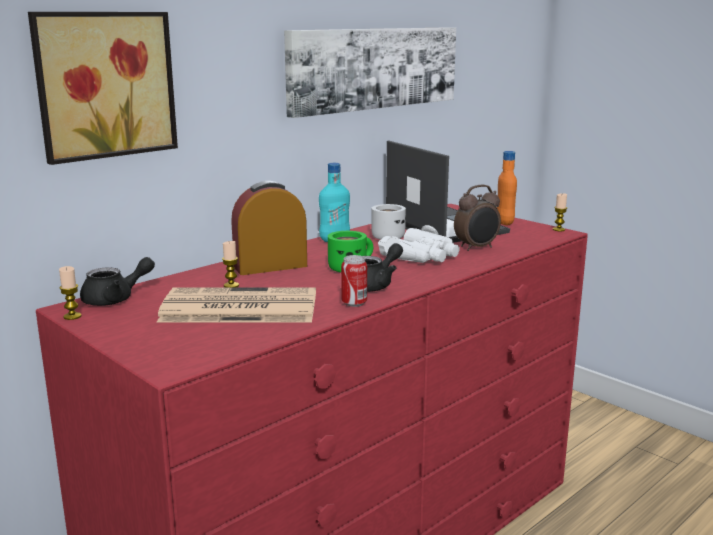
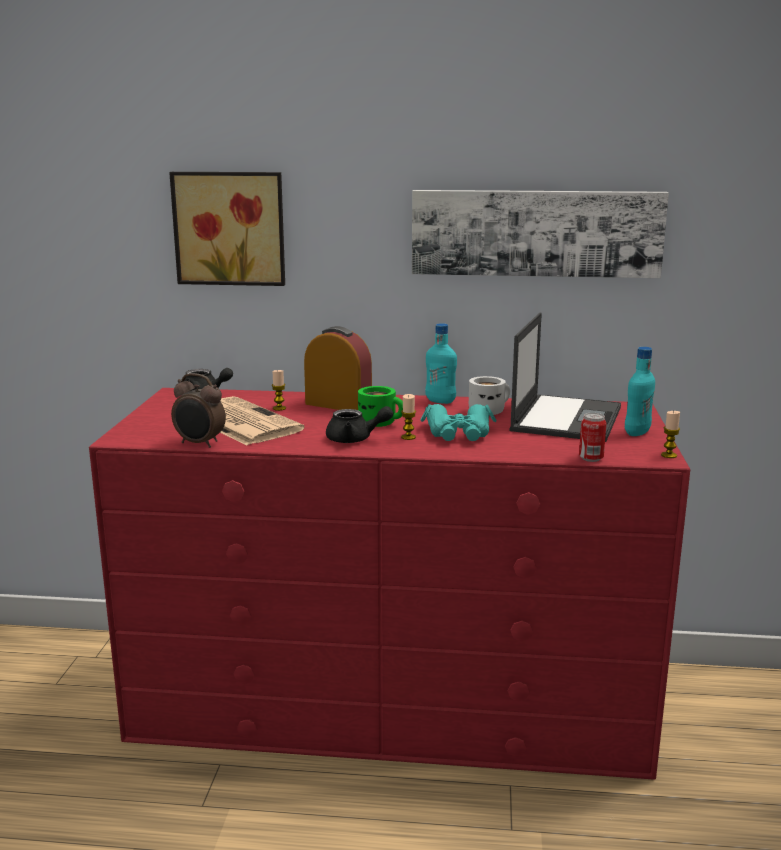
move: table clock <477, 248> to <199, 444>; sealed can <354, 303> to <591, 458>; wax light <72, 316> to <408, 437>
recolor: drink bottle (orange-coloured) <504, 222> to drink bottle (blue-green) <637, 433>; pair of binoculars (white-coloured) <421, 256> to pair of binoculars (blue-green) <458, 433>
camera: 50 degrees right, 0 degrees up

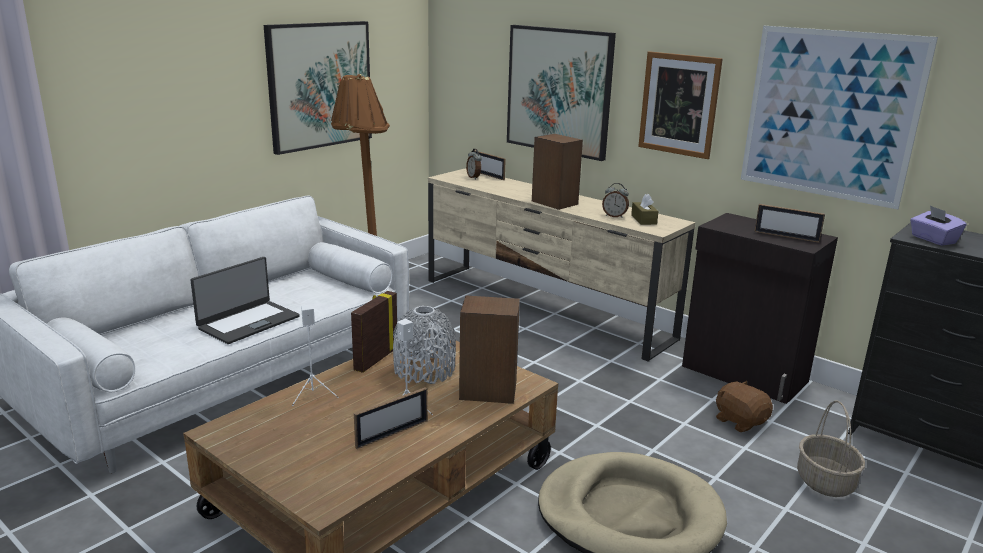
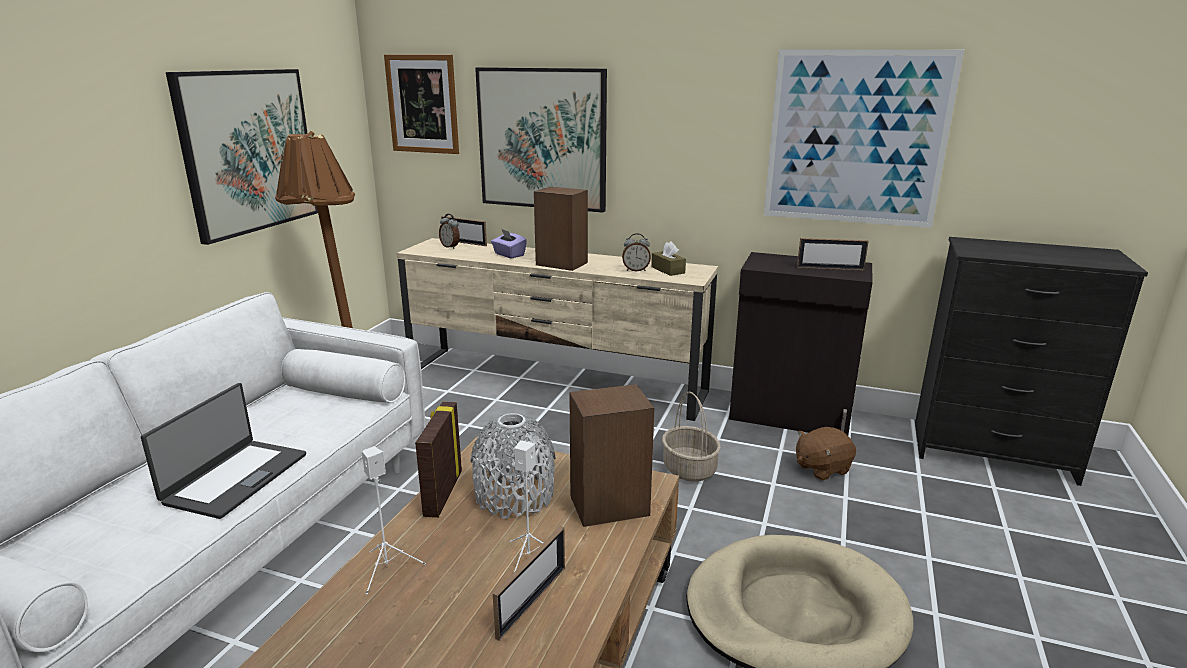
move: wall picture <679, 104> to <422, 104>; tissue holder (purplish) <933, 240> to <509, 255>; household basket <824, 481> to <688, 469>
rotate: soft toy (brownish) <740, 421> = <821, 468> 60 degrees counterclockwise
camera: 20 degrees left, 0 degrees up

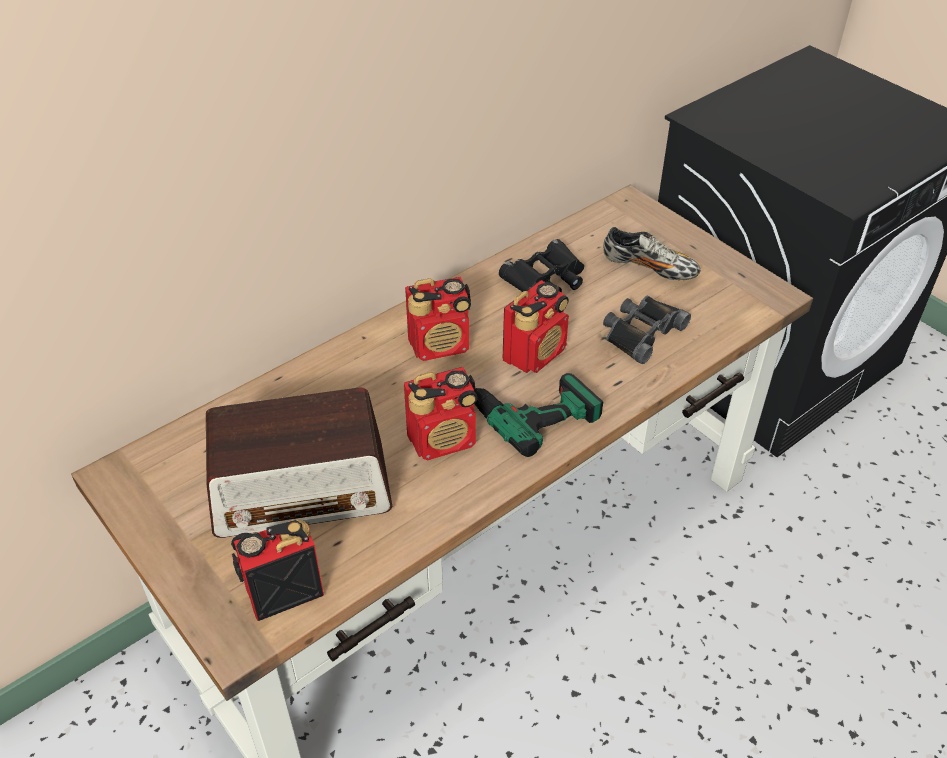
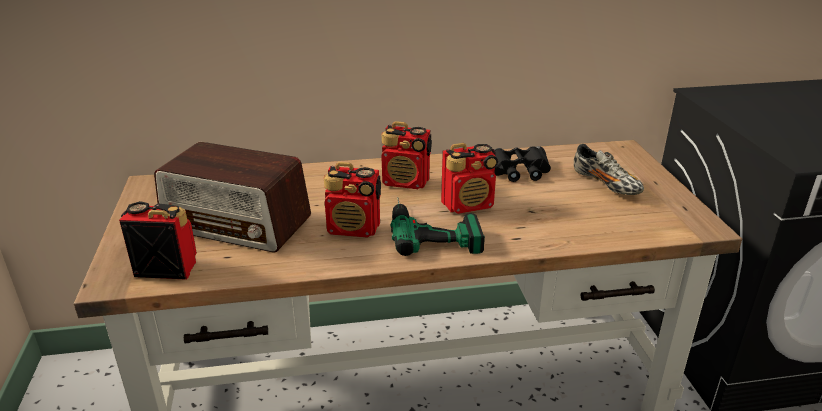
delete: pair of binoculars (blackish) <641, 332>
camera: 30 degrees right, 15 degrees down

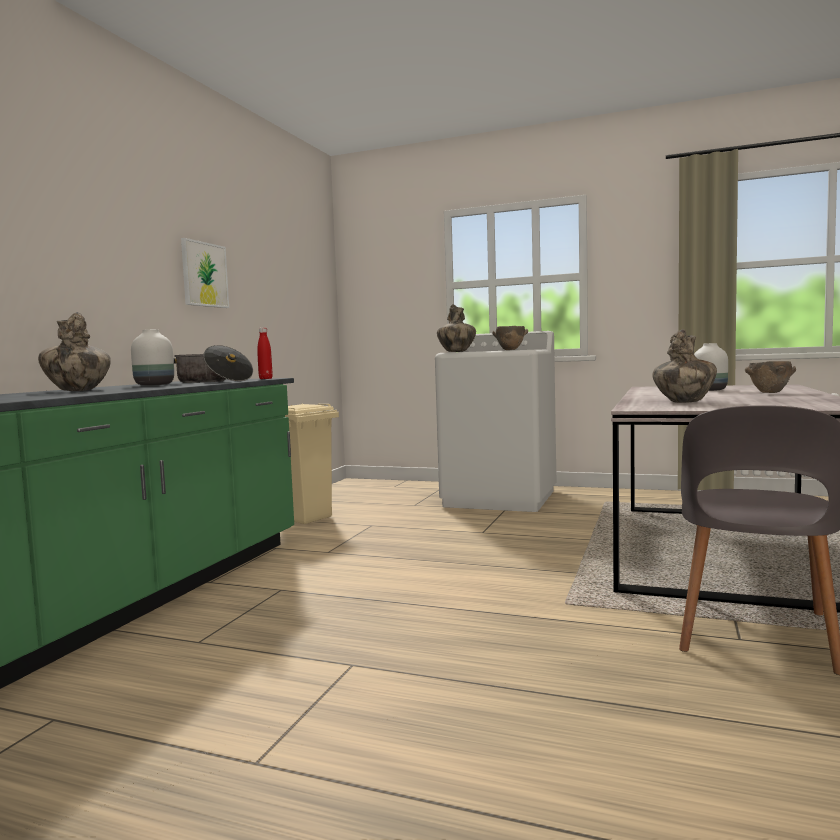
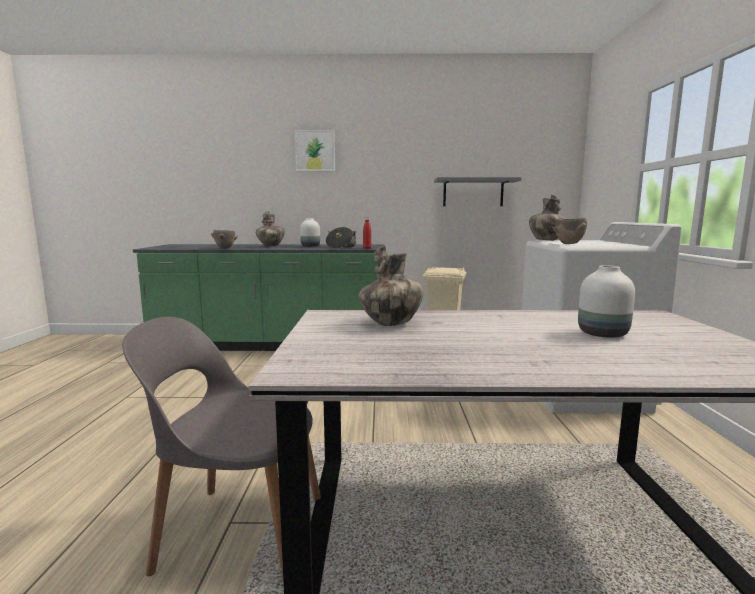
insert: shelf (grey) <473, 192>
move: wall picture <204, 274> to <315, 151>; serving bowl (brownish) <770, 393> to <225, 248>
camera: 70 degrees right, 5 degrees up

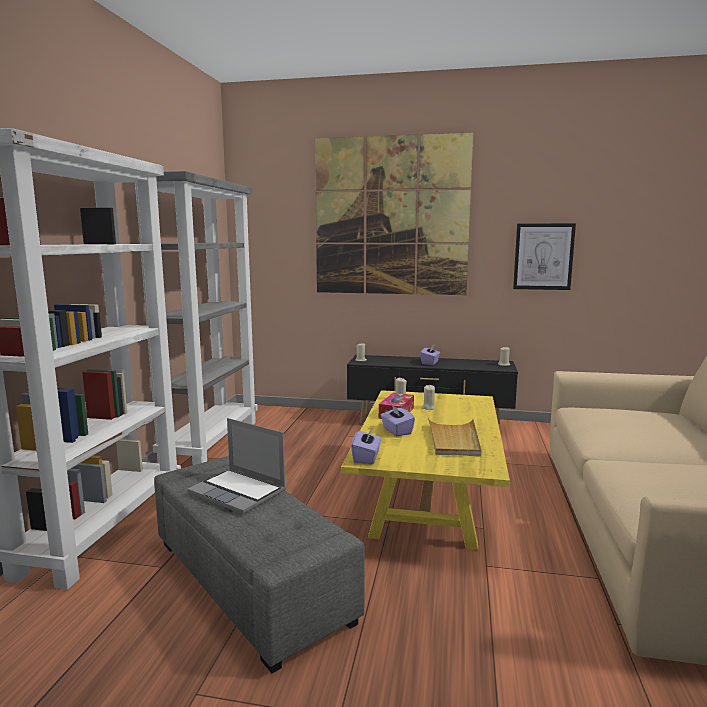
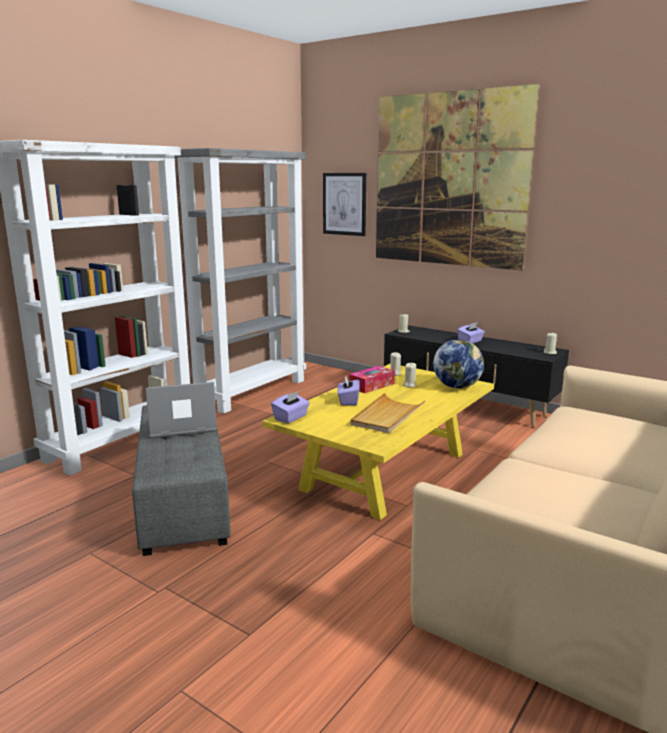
insert: desk globe <457, 387>
move: wall picture <543, 256> to <344, 204>
rotate: portable computer <239, 492> = <181, 427> 105 degrees clockwise
camera: 25 degrees right, 5 degrees up

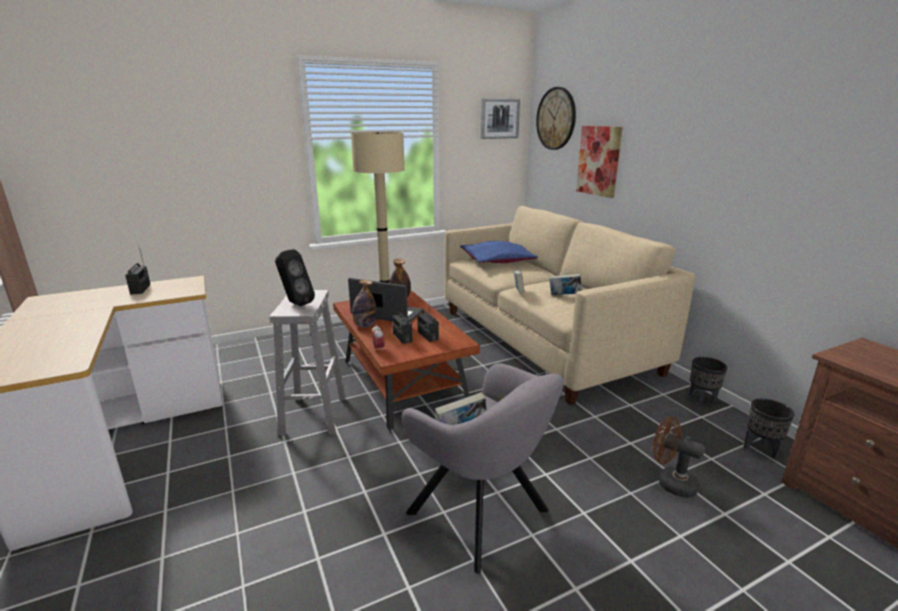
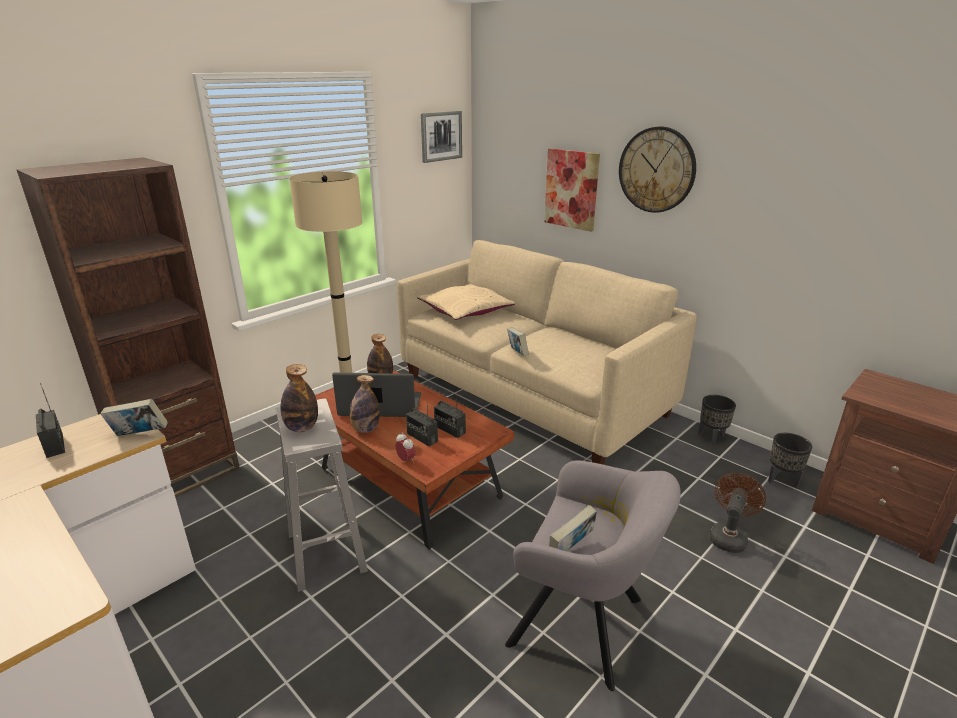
insert: bookshelf (brownish) <181, 475>
move: wall clock <556, 119> to <657, 170>; volume <564, 296> to <139, 435>
replace: audio speaker (blackish) <295, 303> to drink bottle <302, 428>
recolor: pillow (blue) <497, 260> to pillow (sand-coloured) <465, 310>
rotate: electric fan (brownish) <670, 482> = <728, 536> 105 degrees clockwise
camera: 20 degrees left, 5 degrees up

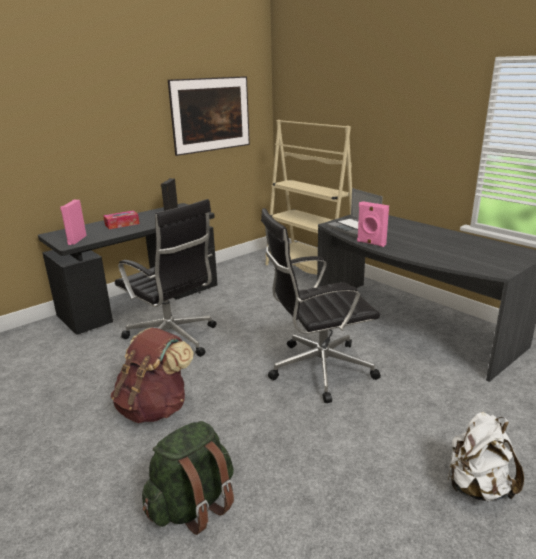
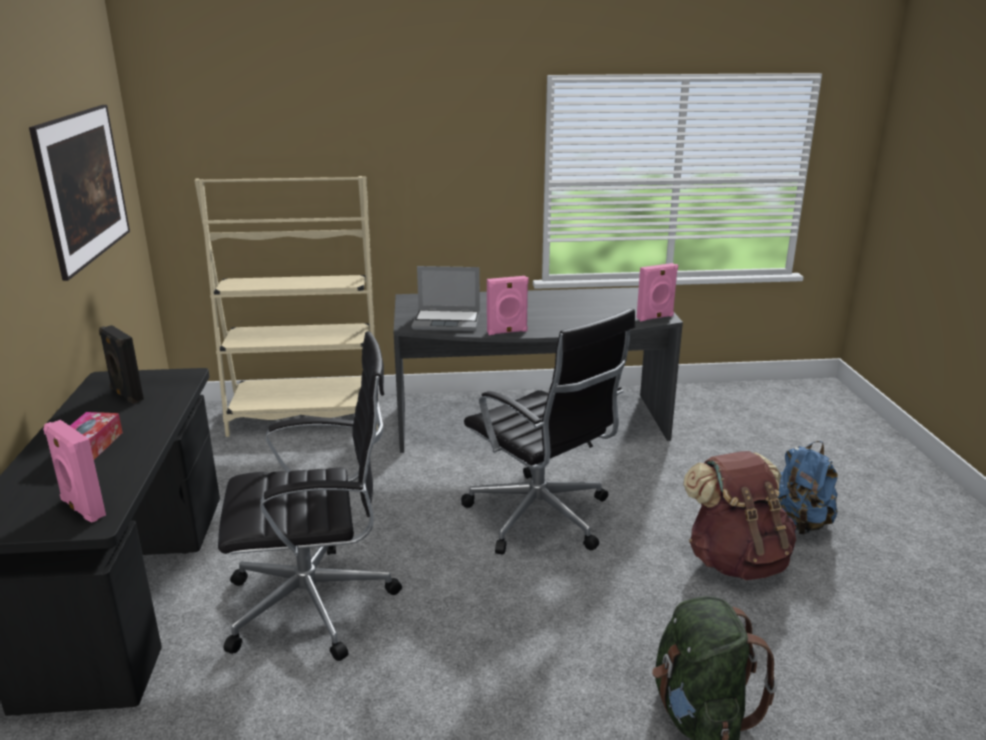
insert: audio speaker (pinkish) <655, 317>
move: backpack (brownish) <155, 407> to <736, 560>
recolor: backpack (white-coloured) <477, 487> to backpack (blue) <798, 523>
rotate: computer chair (blackish) <318, 369> = <541, 518> 60 degrees counterclockwise
camera: 55 degrees left, 0 degrees up

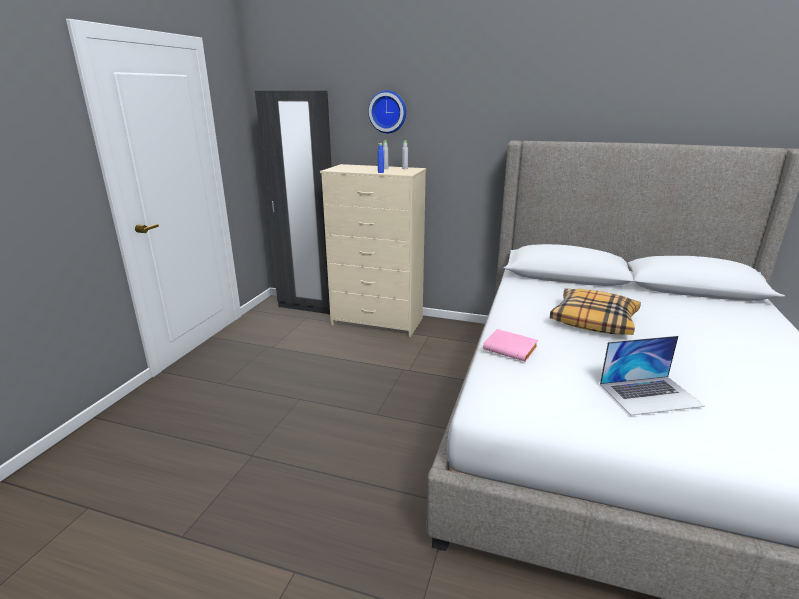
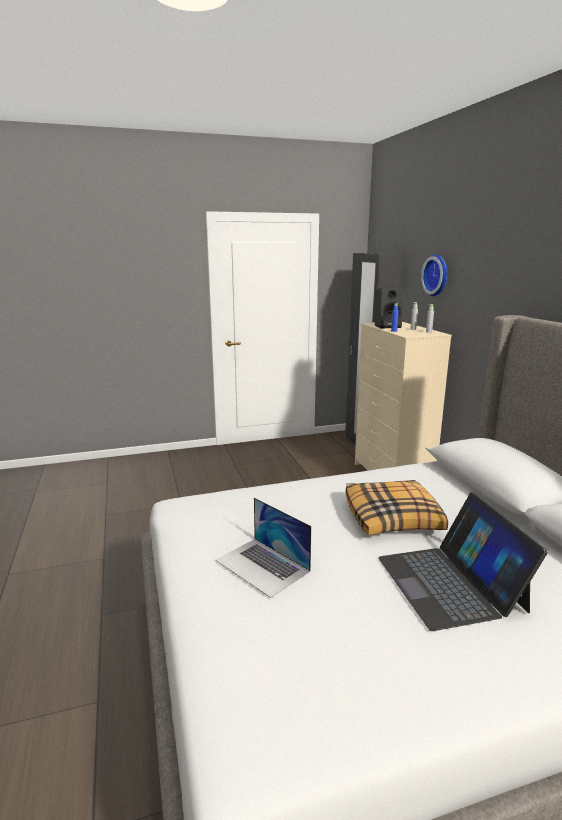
delete: volume (pinkish) <512, 349>
insert: audio speaker (blackish) <387, 326>; portable computer <450, 583>
camera: 55 degrees right, 5 degrees down

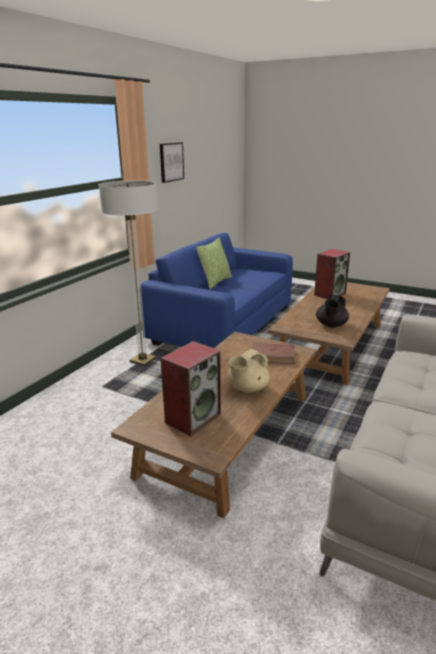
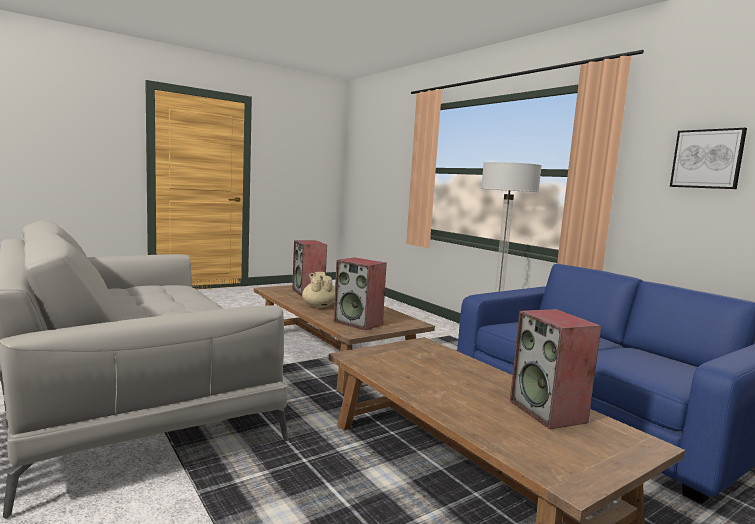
delete: pillow <215, 282>; tea pot (blackish) <331, 325>
replace: volume (brownish) <273, 356> to audio speaker <359, 323>
camera: 115 degrees right, 15 degrees down

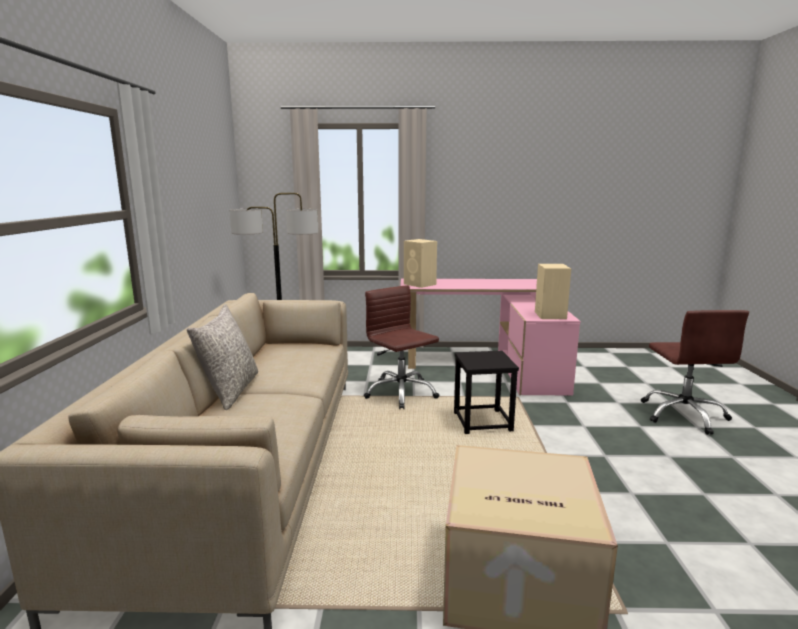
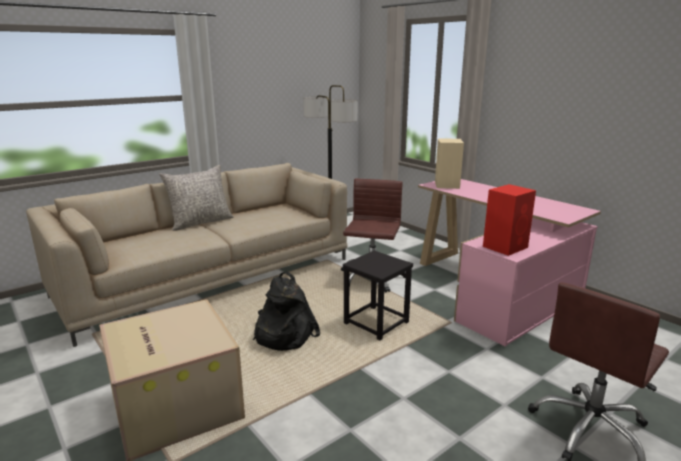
insert: backpack (blackish) <283, 334>
recolor: audio speaker (sand-coloured) <550, 315> to audio speaker (reddish) <505, 247>
camera: 50 degrees right, 5 degrees up

